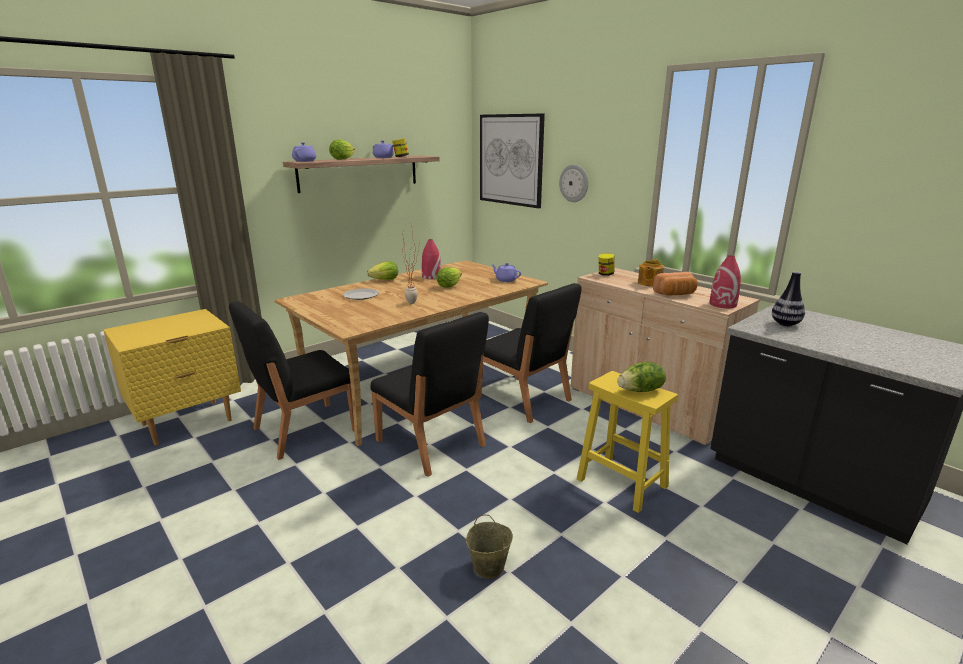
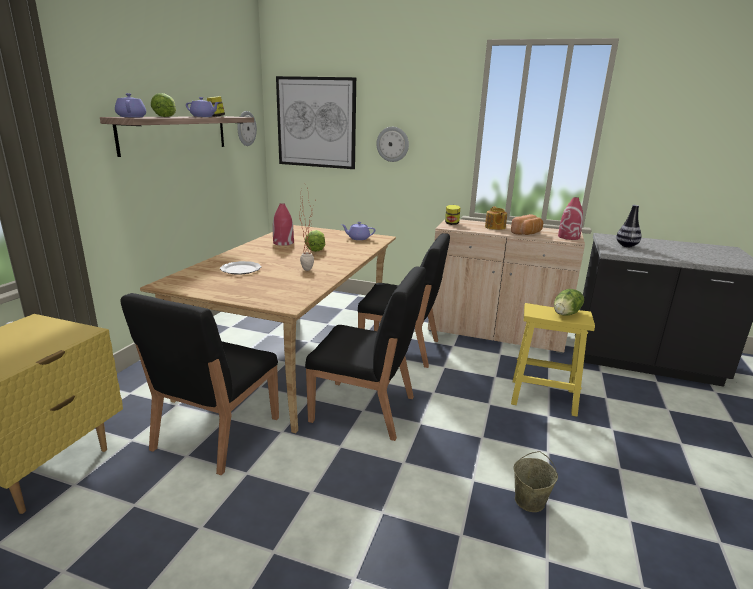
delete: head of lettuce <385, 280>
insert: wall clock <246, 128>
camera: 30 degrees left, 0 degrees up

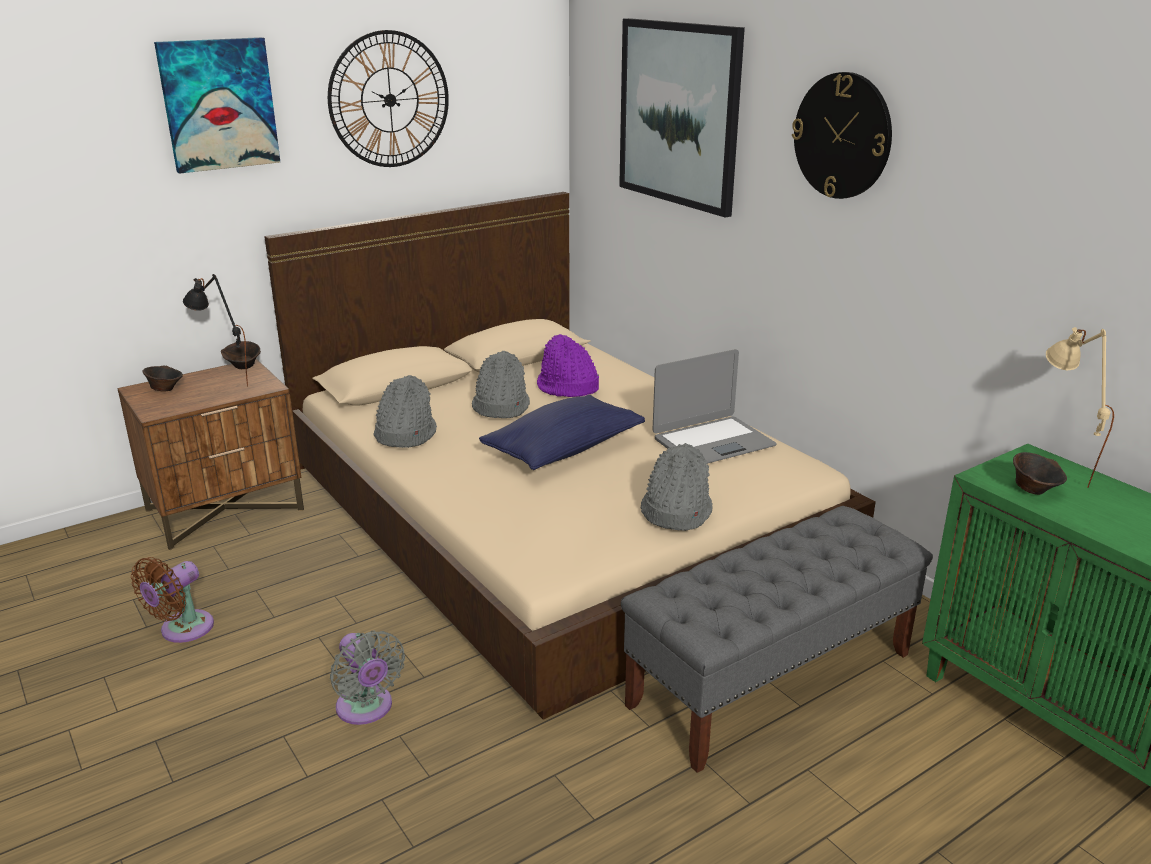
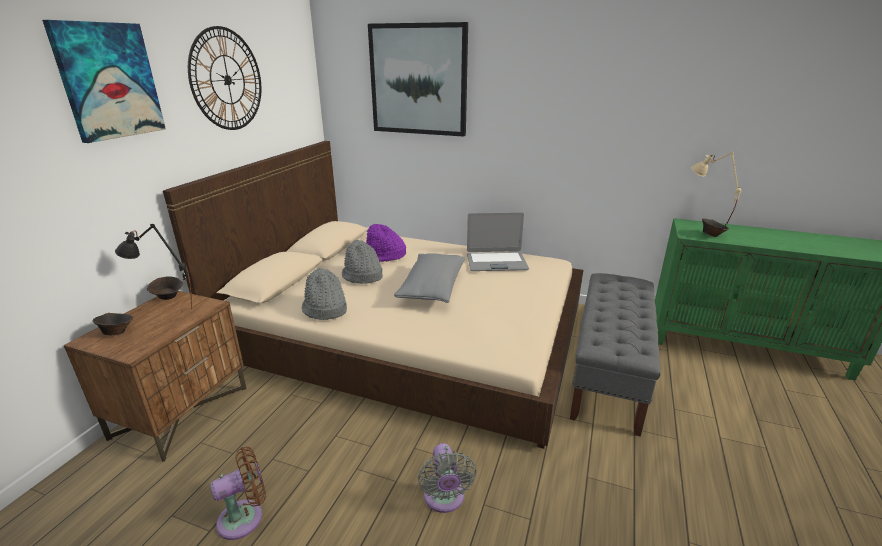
delete: wall clock <842, 136>; clothing hat (grey) <675, 511>
recolor: pillow (blue) <563, 450> to pillow (grey) <432, 288>
rotate: portable computer <712, 442> = <496, 262> 60 degrees clockwise; electric fan (brownish) <182, 630> = <245, 517> 120 degrees counterclockwise; electric fan (grey) <366, 709> = <444, 499> 60 degrees clockwise
camera: 35 degrees left, 0 degrees up

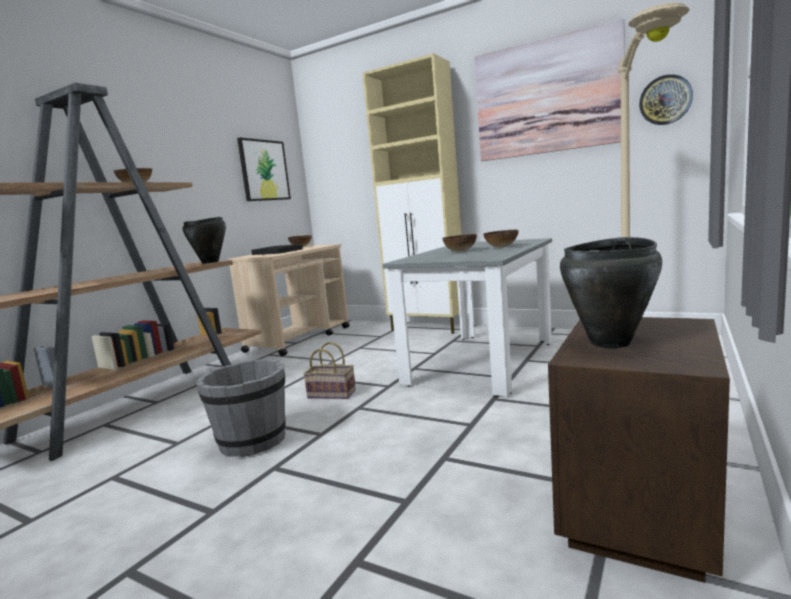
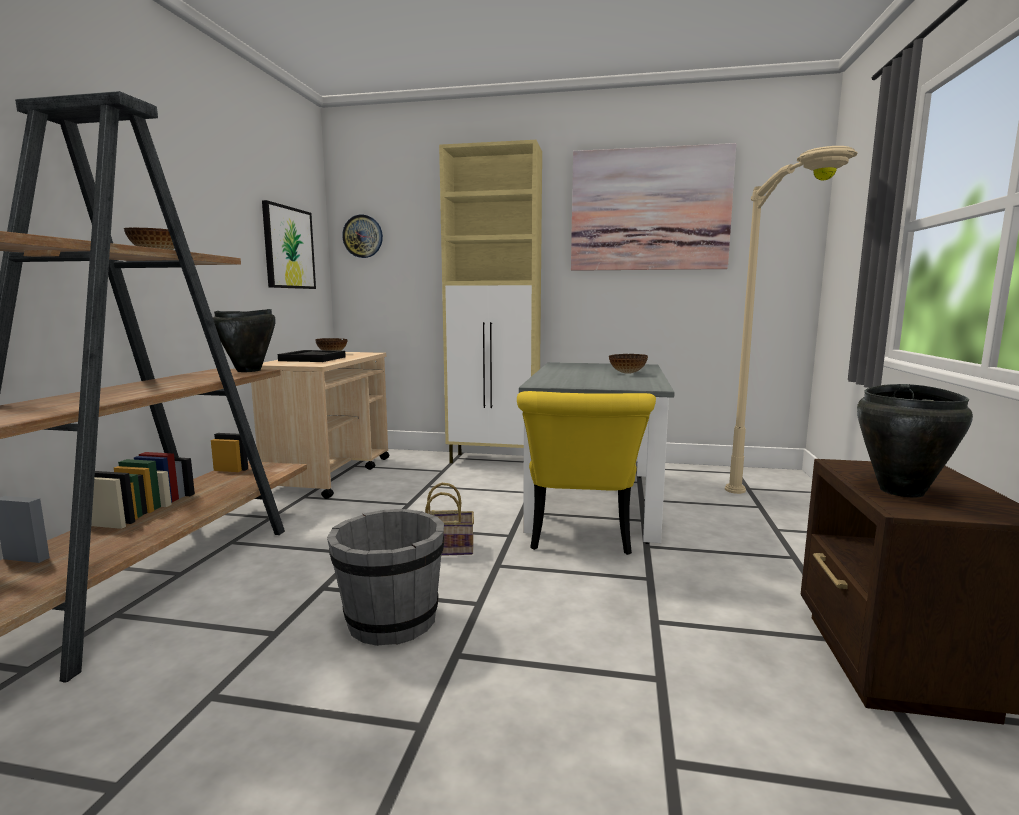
delete: serving bowl <460, 251>
insert: chair (yellow) <580, 538>
move: wall clock <665, 100> to <363, 236>
camera: 20 degrees left, 0 degrees up

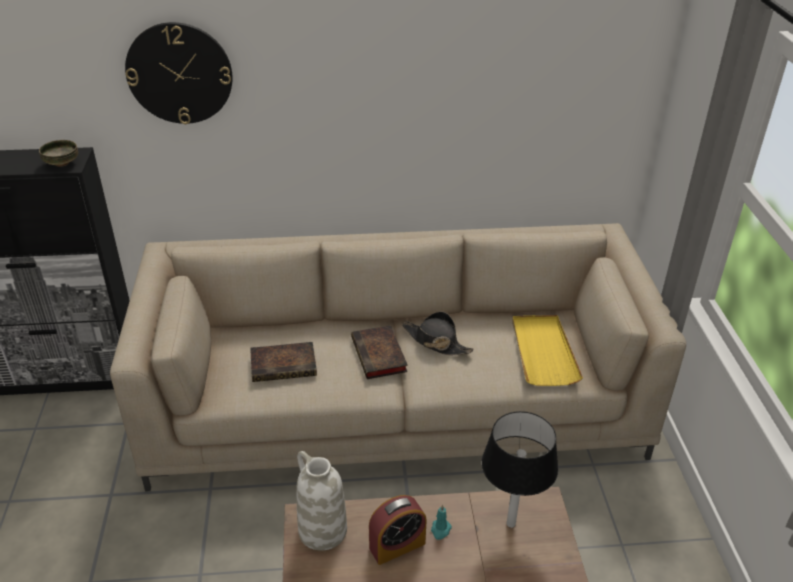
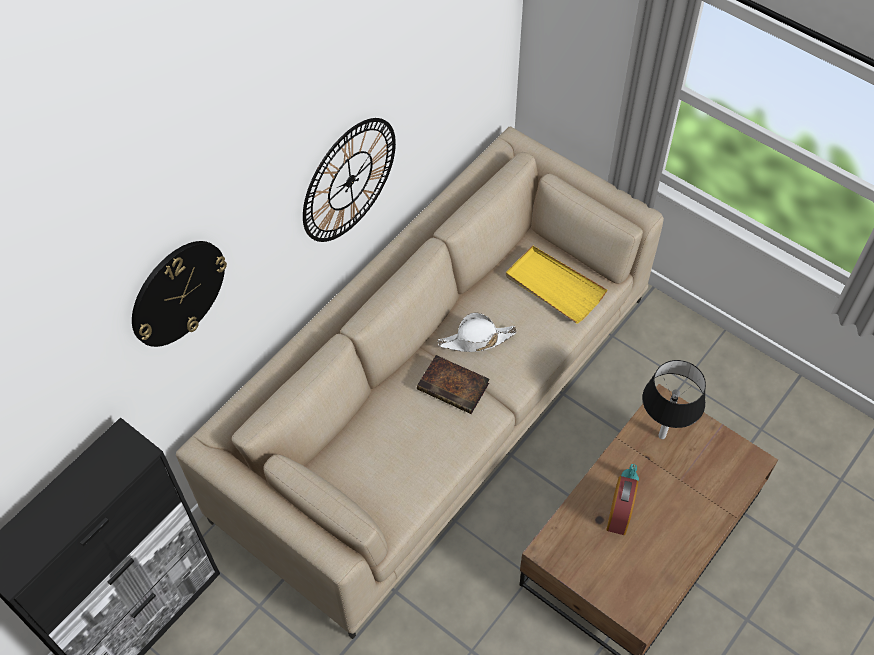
delete: serving bowl <61, 163>; volume <285, 365>; decorative vase (white-coloured) <321, 530>
insert: wall clock <349, 180>
recolor: clothing hat (blackish) <436, 342> to clothing hat (white-coloured) <476, 340>
camera: 45 degrees left, 20 degrees up

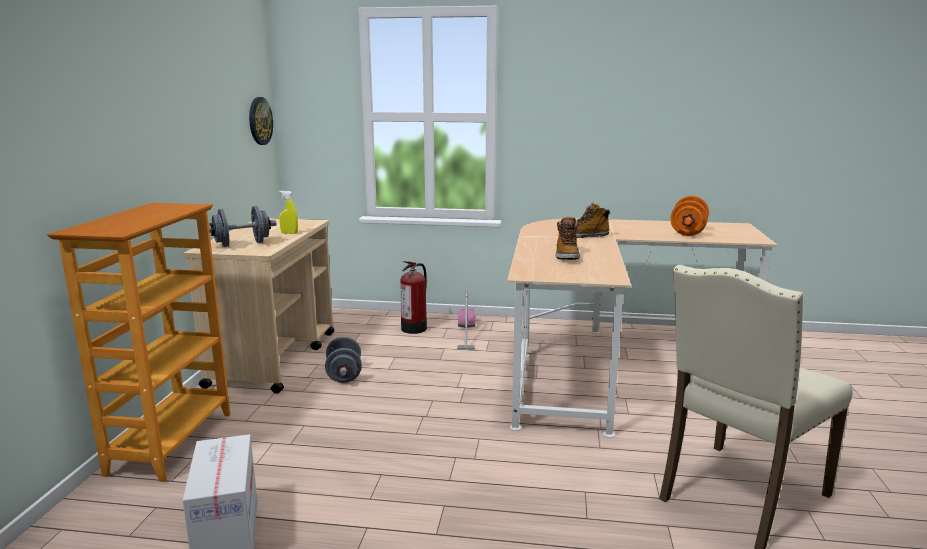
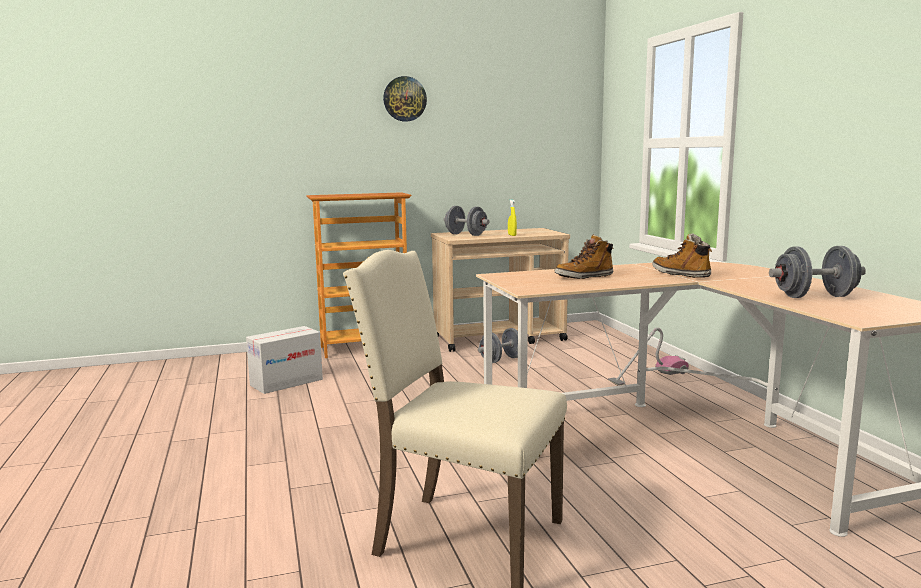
delete: fire-fighting cylinder <415, 328>
move: wall clock <259, 121> to <404, 99>
recolor: hand weight (orange-coloured) <688, 232> to hand weight (grey) <814, 296>
camera: 65 degrees right, 5 degrees down

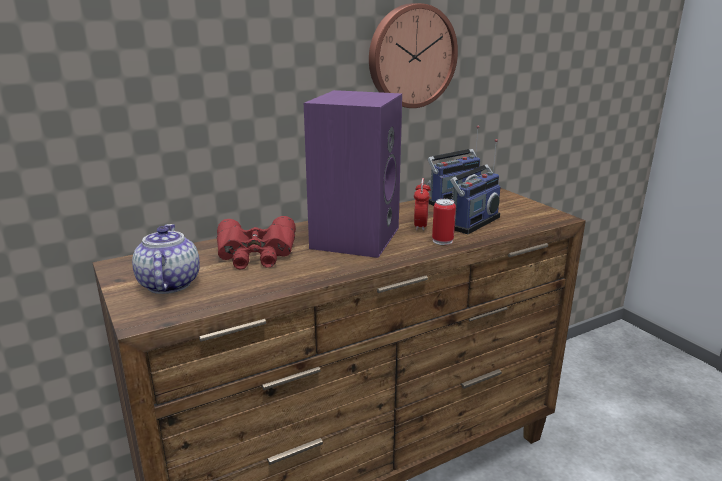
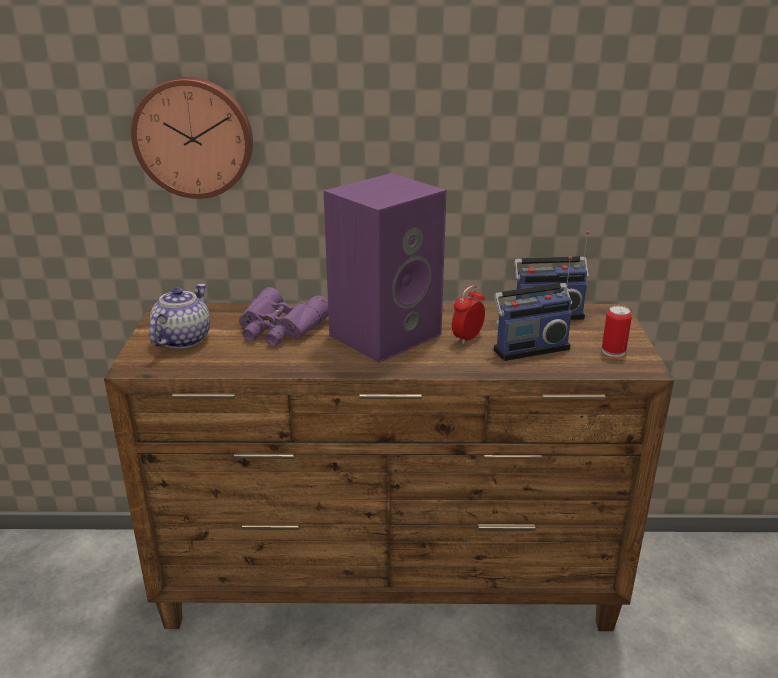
move: wall clock <410, 56> to <194, 137>; sealed can <442, 241> to <613, 351>
recolor: pair of binoculars (reddish) <256, 253> to pair of binoculars (purplish) <279, 328>
camera: 30 degrees right, 5 degrees up

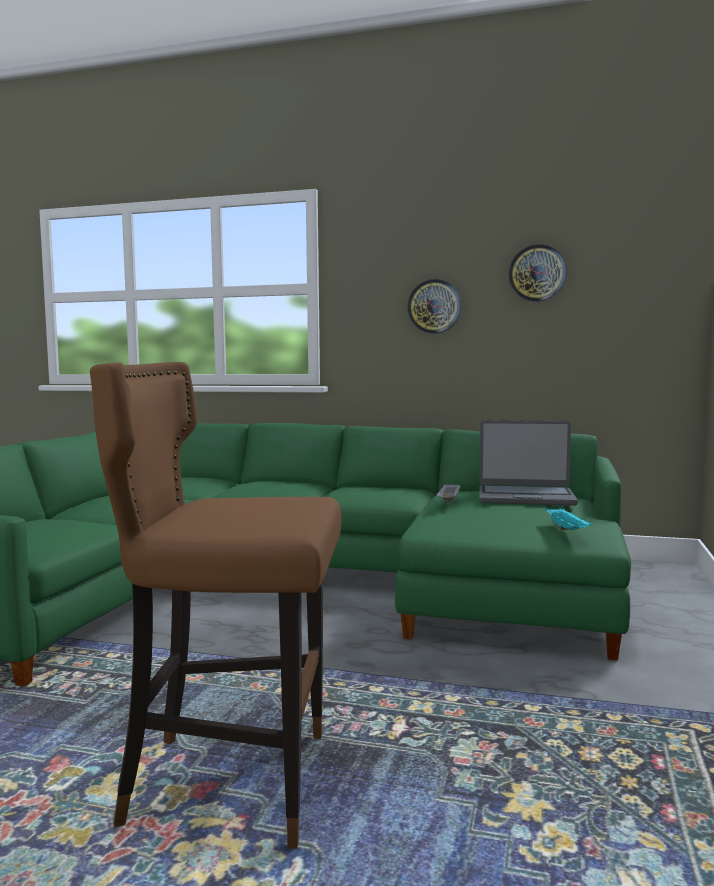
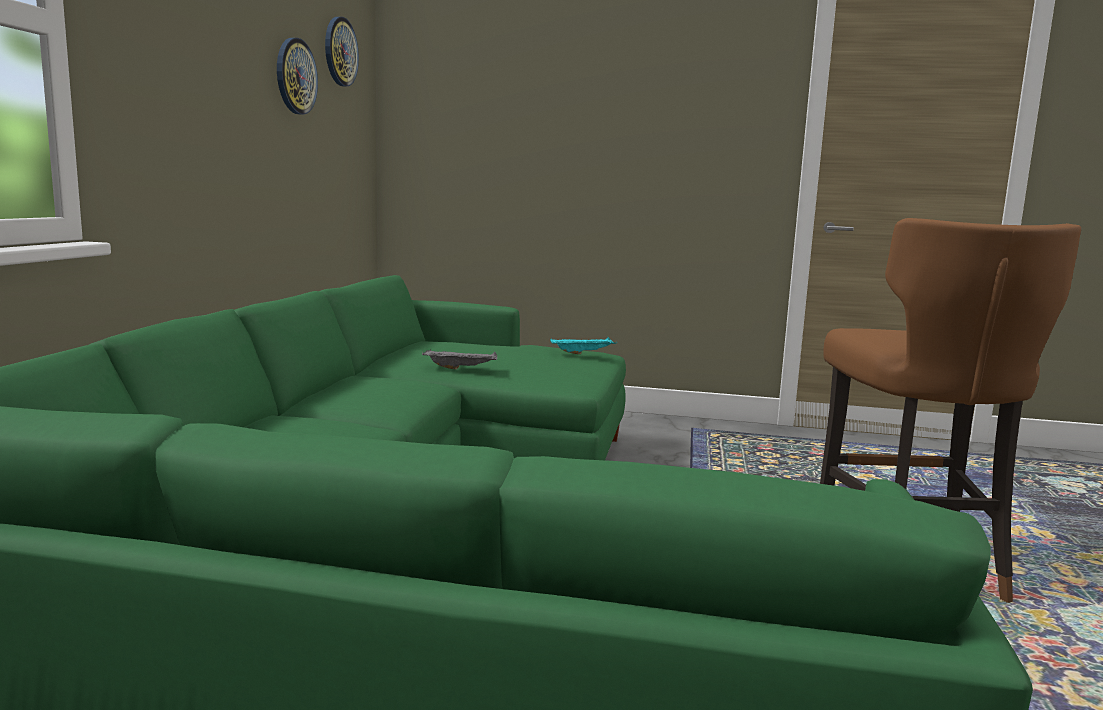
delete: portable computer <525, 497>
move: wall clock <434, 306> to <340, 51>
camera: 95 degrees left, 5 degrees up

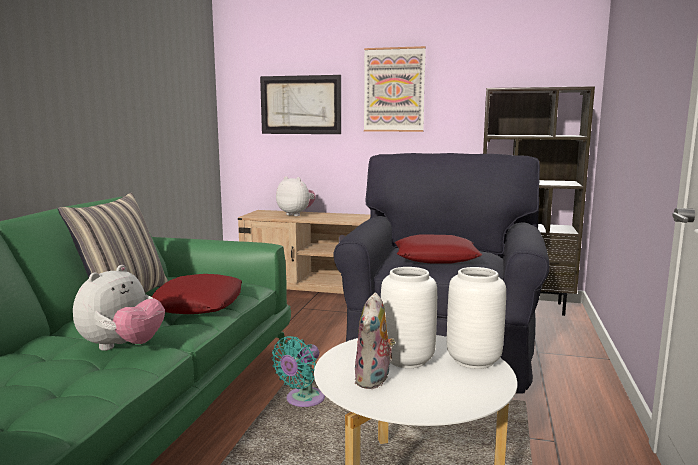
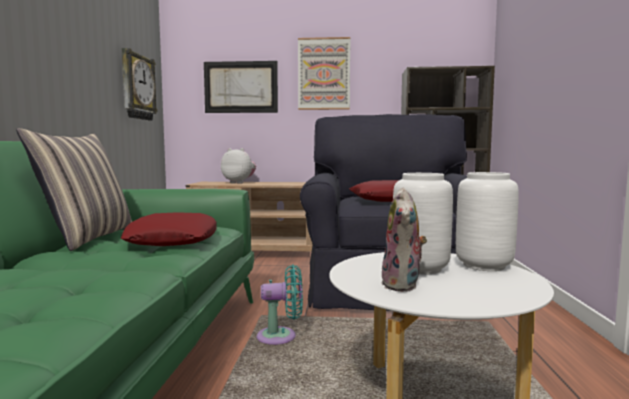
delete: soft toy <122, 347>
insert: wall clock <137, 87>
rotate: electric fan (blue-green) <302, 400> = <281, 337> 120 degrees counterclockwise
camera: 10 degrees left, 5 degrees down

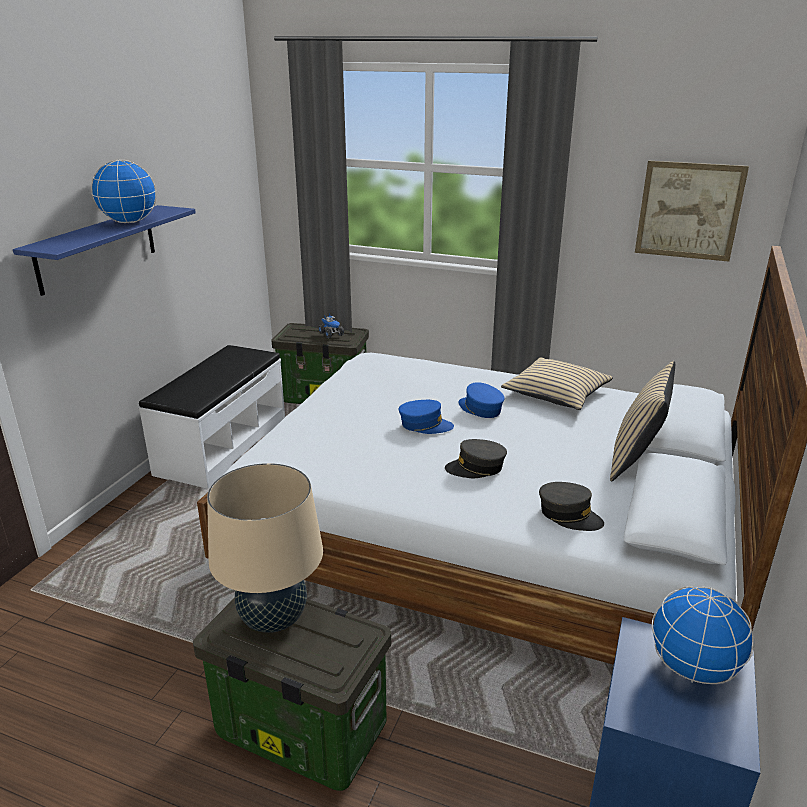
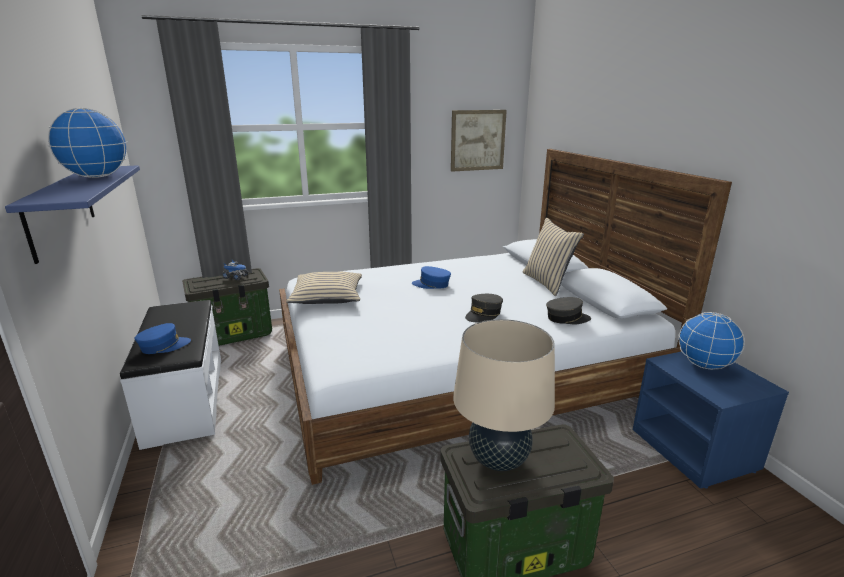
move: pillow (sand-coloured) <557, 393> to <327, 296>; peaked cap (blue) <425, 425> to <164, 346>
camera: 40 degrees left, 5 degrees down

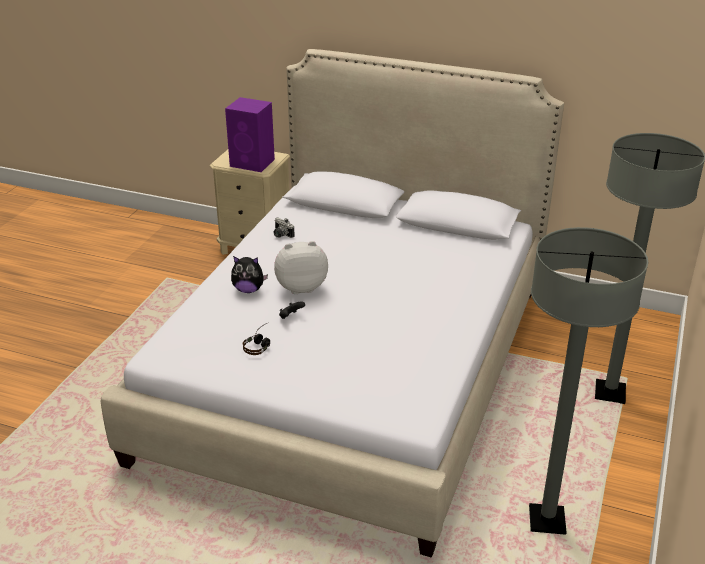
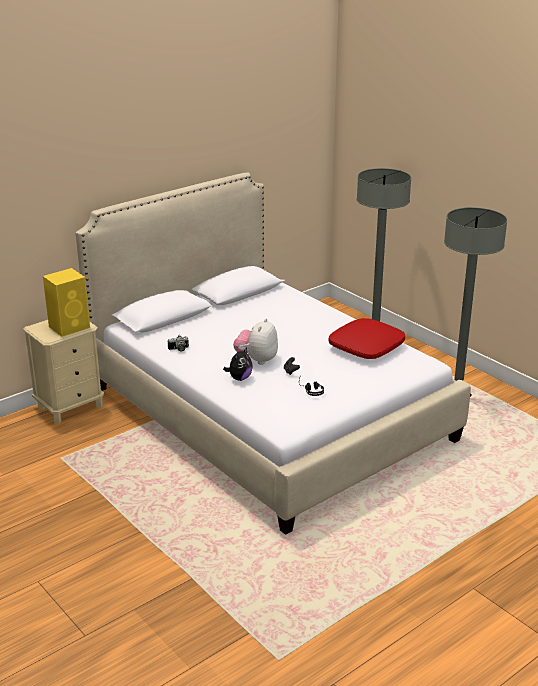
insert: pillow (reddish) <366, 346>
recolor: audio speaker (purplish) <253, 163> to audio speaker (yellow) <70, 327>
camera: 60 degrees left, 5 degrees down

